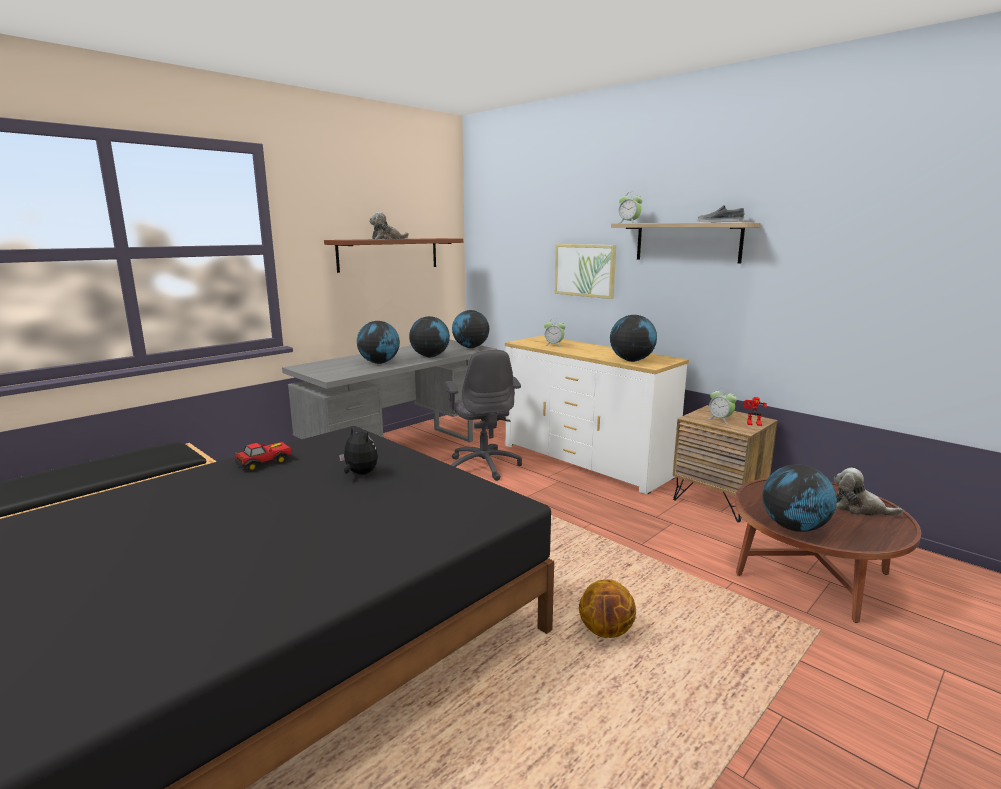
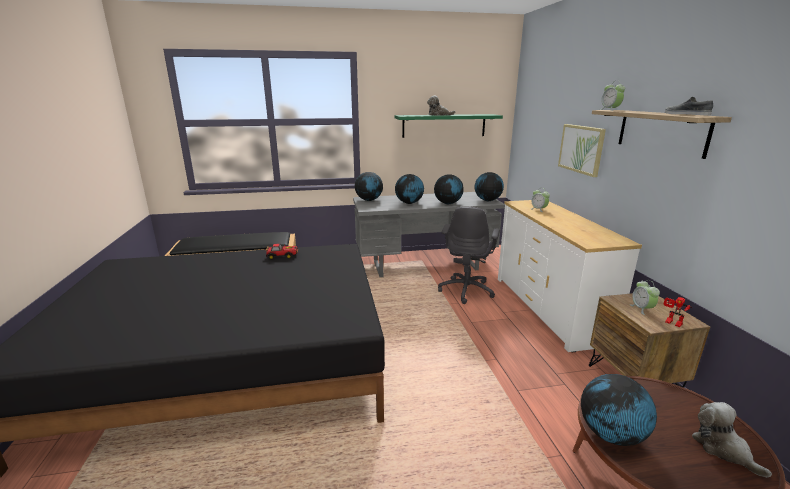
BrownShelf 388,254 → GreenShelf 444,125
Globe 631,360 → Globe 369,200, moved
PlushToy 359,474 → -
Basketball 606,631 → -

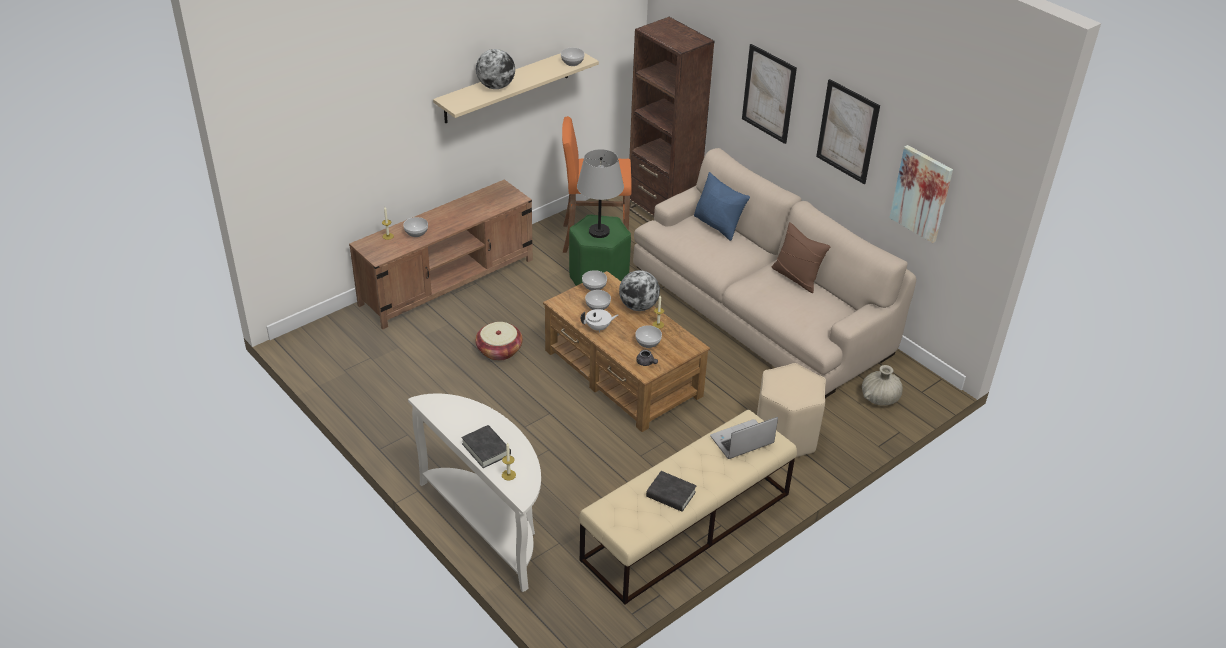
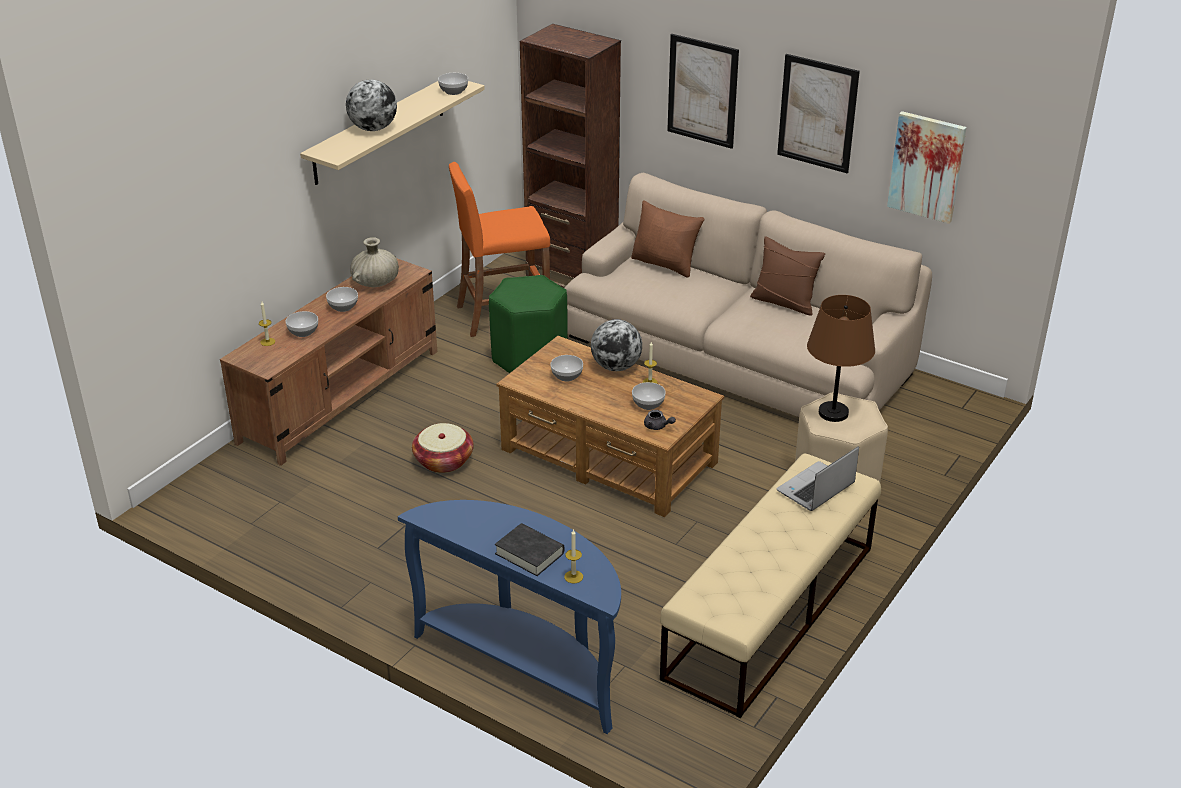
GreyTableLamp 599,232 → -
BluePillow 718,225 → BrownPillow 665,264
Bowl 594,287 → Bowl 342,307, moved
WhiteTeapot 598,328 → -
BeigeVase 880,398 → BeigeVase 376,283, moved
WhiteConsoleTable 489,524 → BlueConsoleTable 526,664
BlackBook 671,494 → -
- → BrownTableLamp 833,413

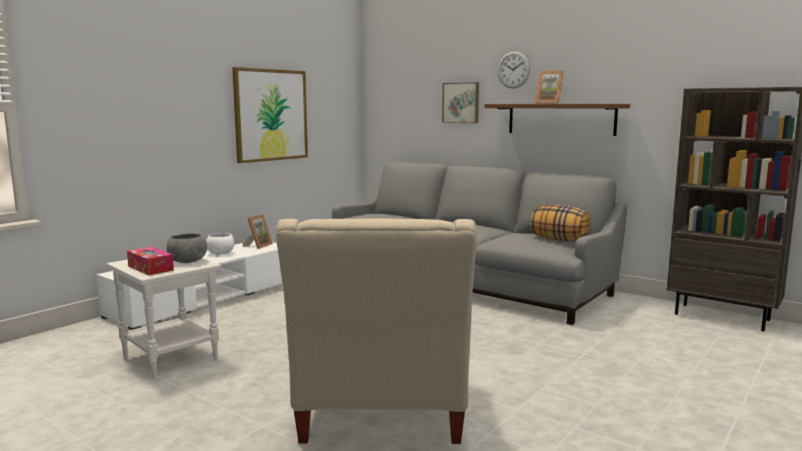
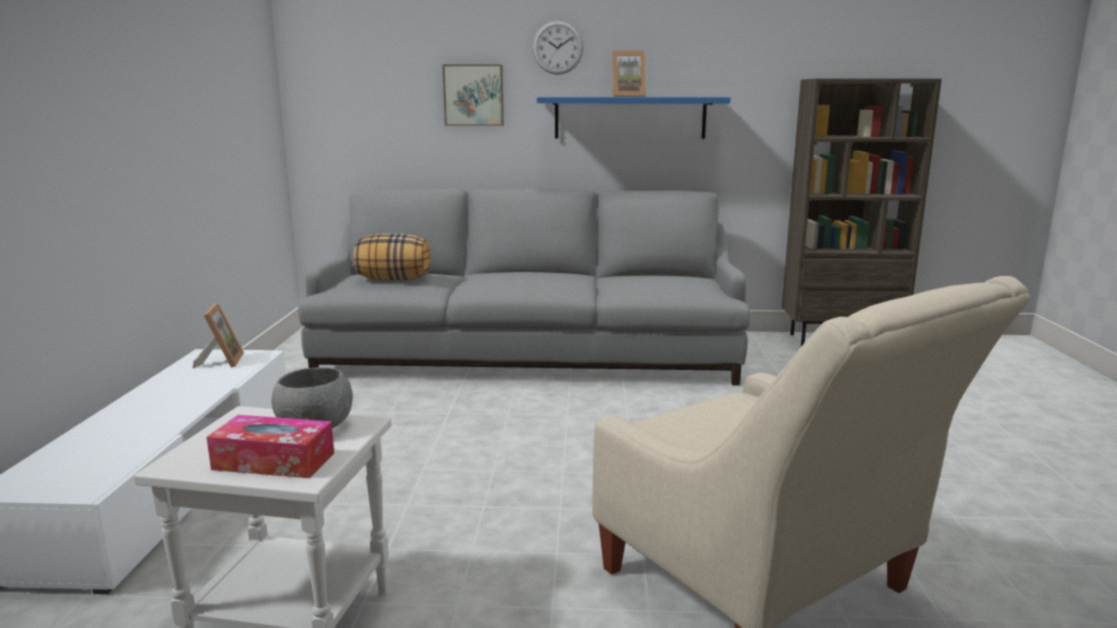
Picture 271,115 → -
BrownShelf 560,119 → BlueShelf 630,117
Pillow 559,240 → Pillow 394,279, moved
WhiteBowl 220,253 → -

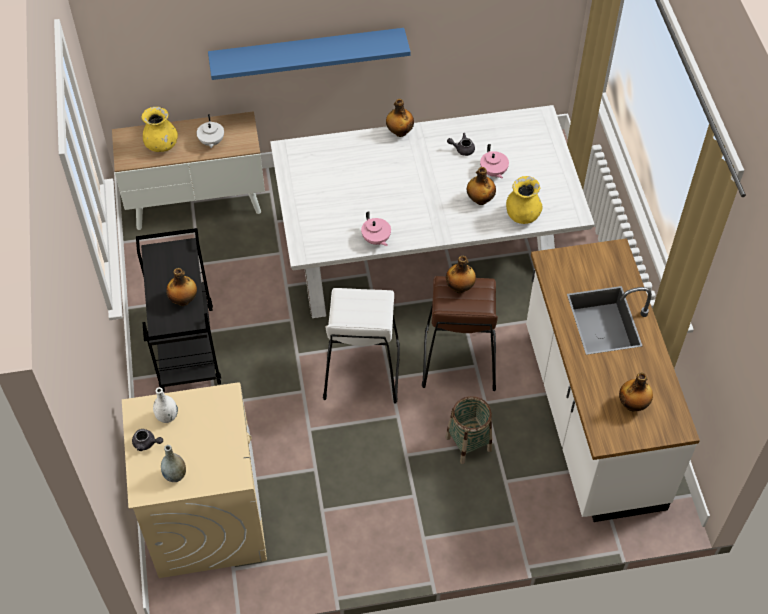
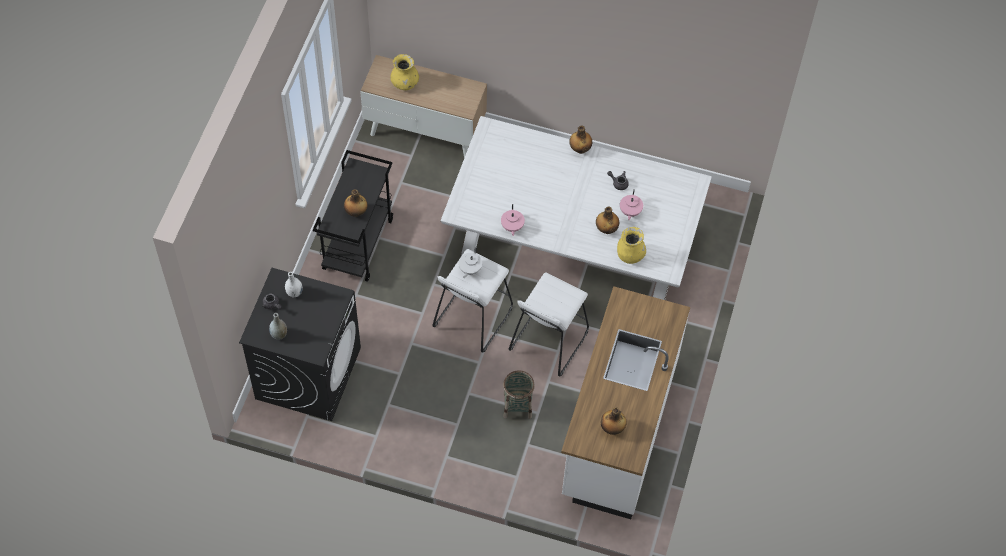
BlueShelf 307,52 → -
WhiteTeapot 211,142 → WhiteTeapot 469,269, moved
Bottle 460,287 → -
BrownStool 458,358 → WhiteStool 548,340
BeigeWashingMachine 207,517 → BlackWashingMachine 308,372

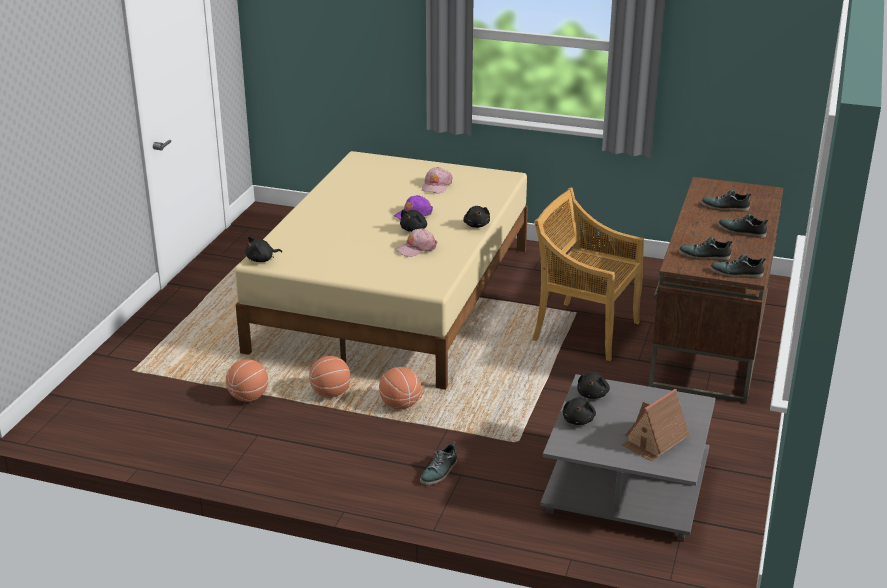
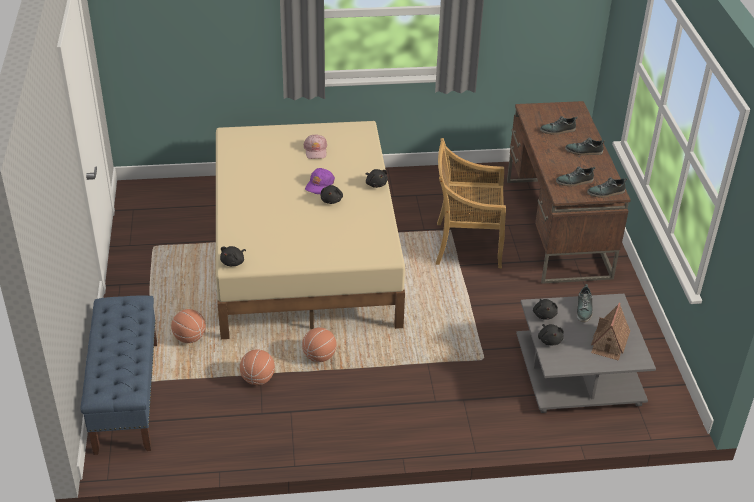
PinkCap 416,248 → -
Basketball 400,405 → Basketball 189,338, moved
Shoe 439,472 → Shoe 584,309, moved
- → BlueBench 126,396

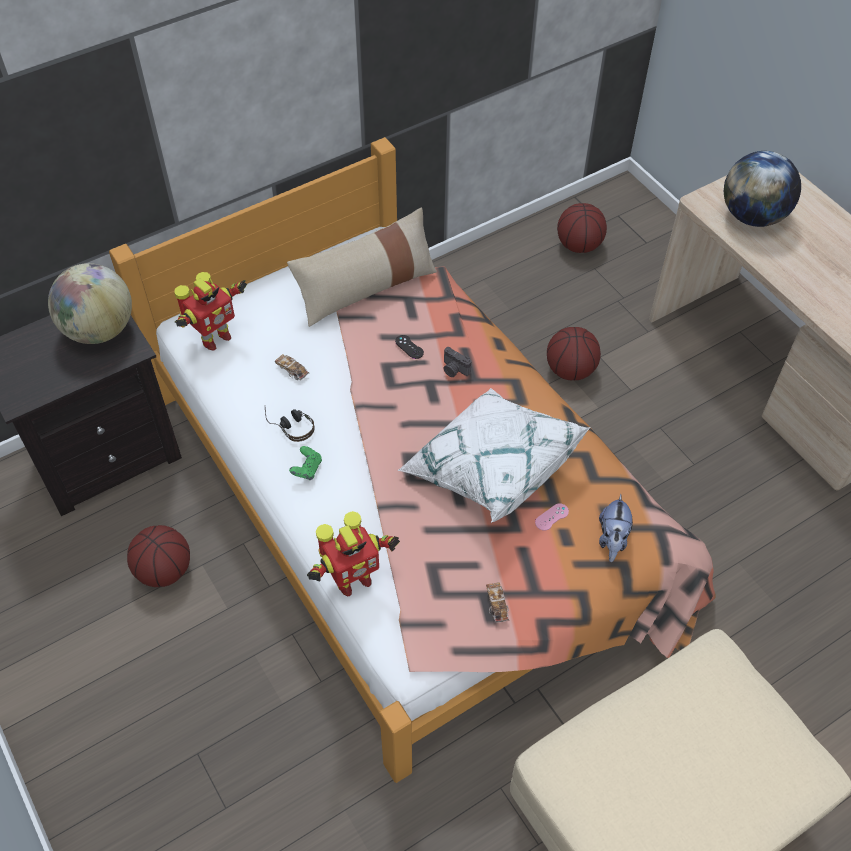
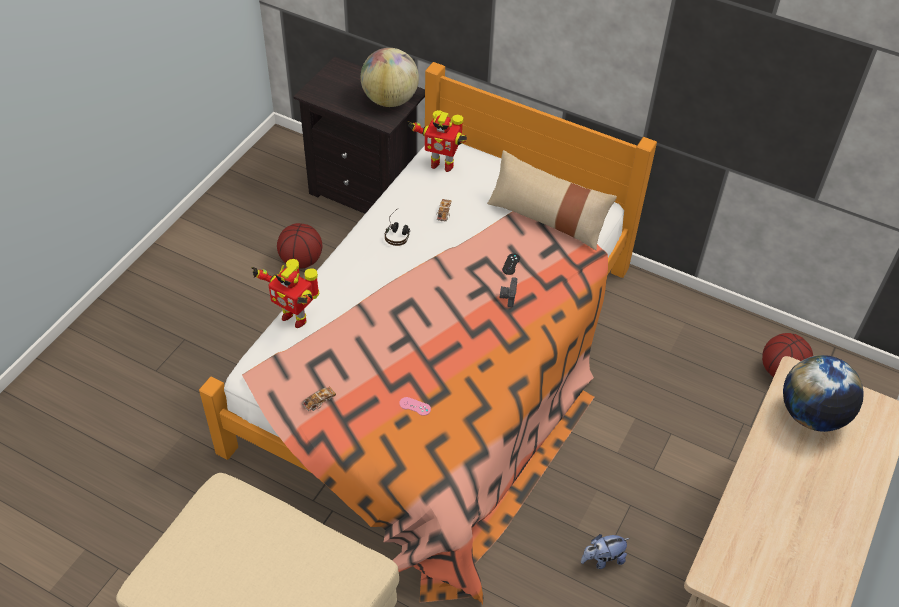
Basketball 570,370 → -
WhitePillow 490,468 → -
GreenGameController 307,469 → -
PlushToy 612,539 → PlushToy 602,559, moved

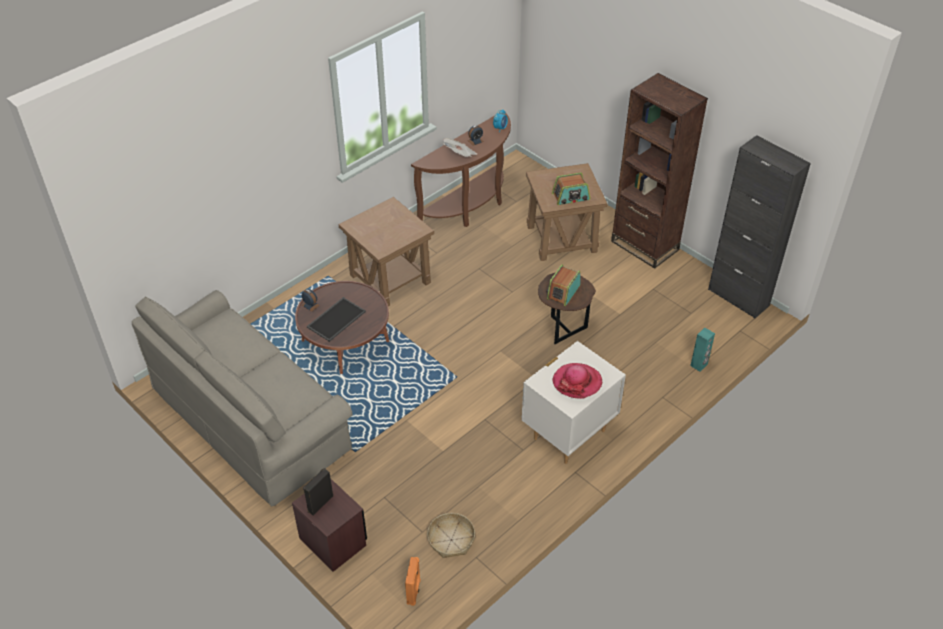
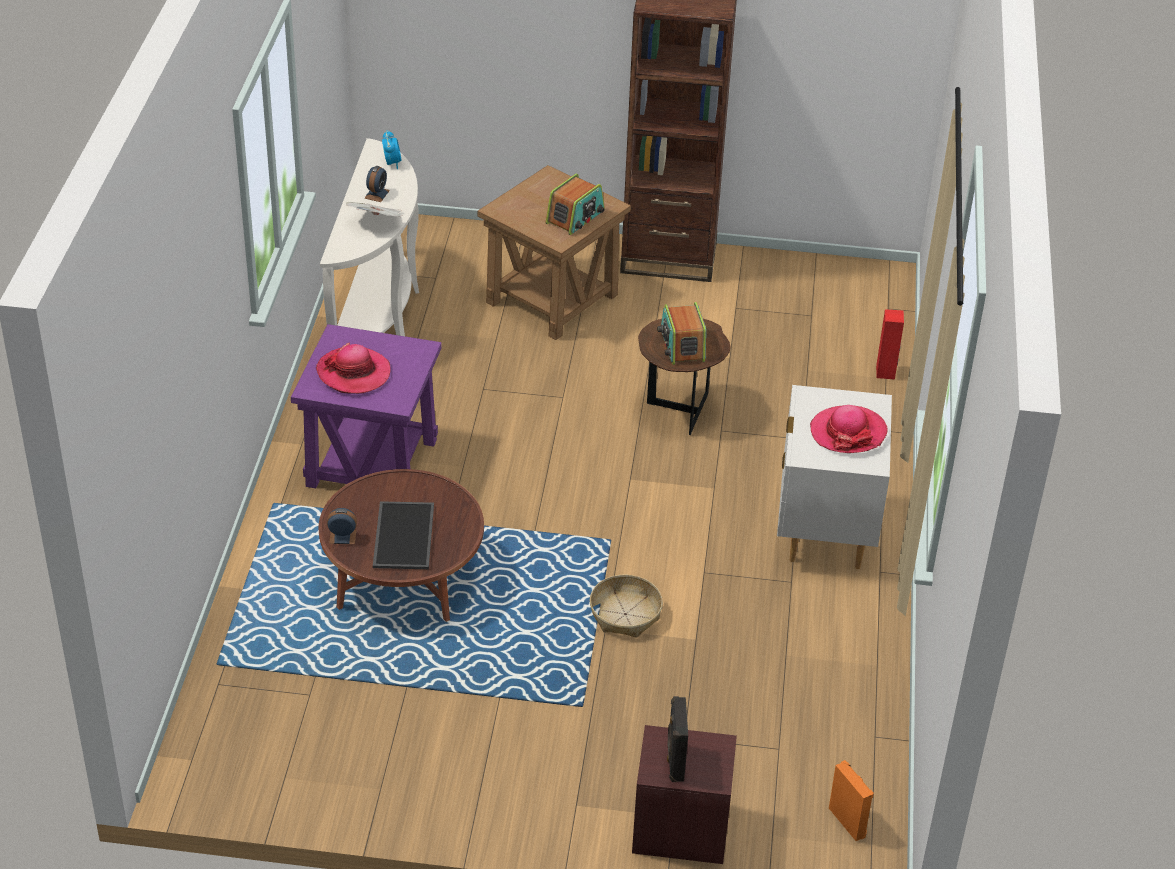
BrownConsoleTable 470,207 → WhiteConsoleTable 378,314
BlackCabinet 738,297 → -
BrownSideTable 389,279 → PurpleSideTable 370,463
GreySofa 251,417 → -
TurquoiseSpeaker 699,365 → RedSpeaker 885,372
Basket 451,540 → Basket 625,614, moved
- → Hat 354,373

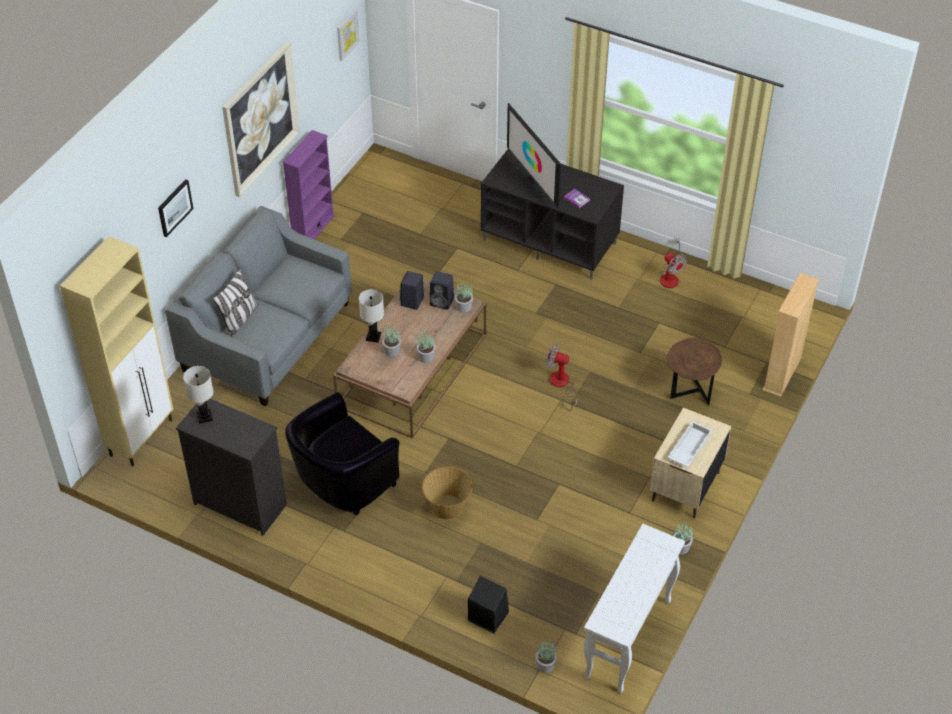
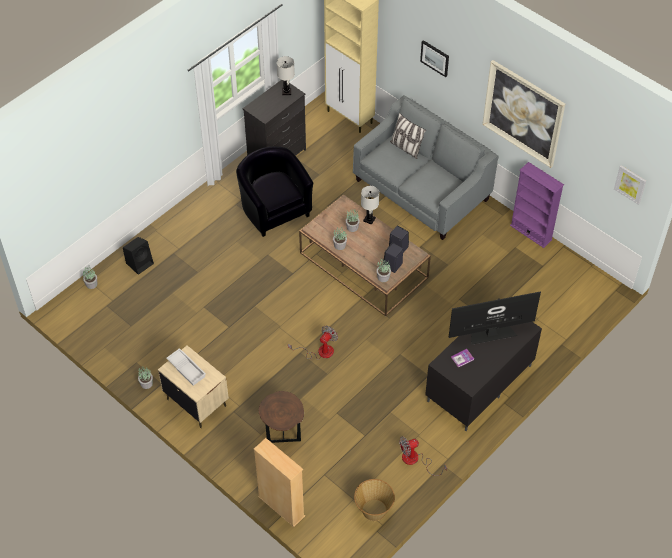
Basket 447,508 → Basket 373,510, moved
WhiteConsoleTable 628,639 → -

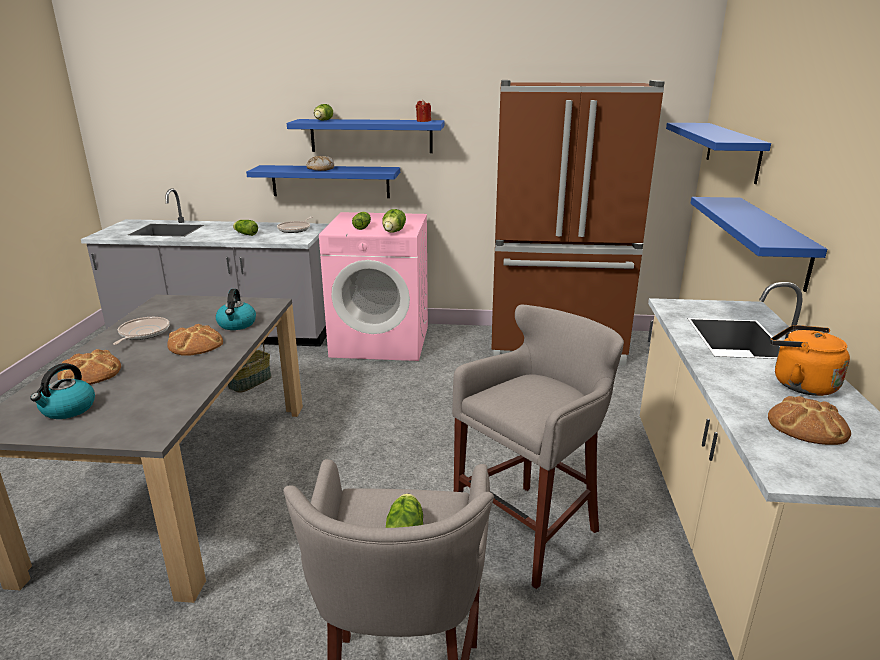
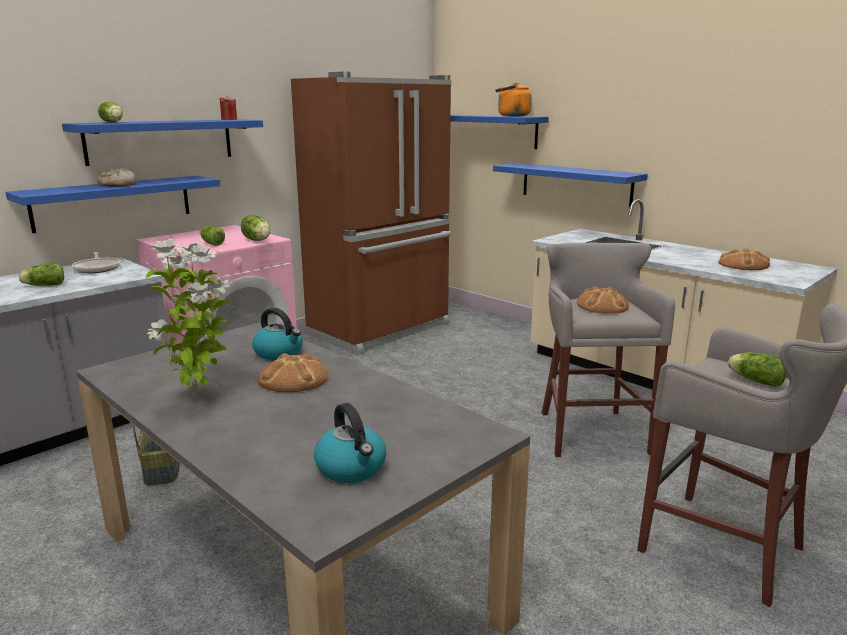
FryingPan 142,333 → PottedPlant 198,397
OrangeKettle 799,384 → OrangeKettle 511,116, moved
Bread 90,373 → Bread 602,306, moved

